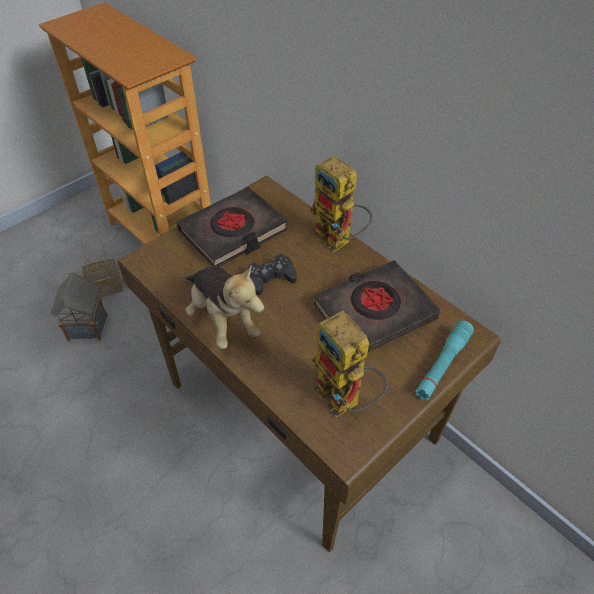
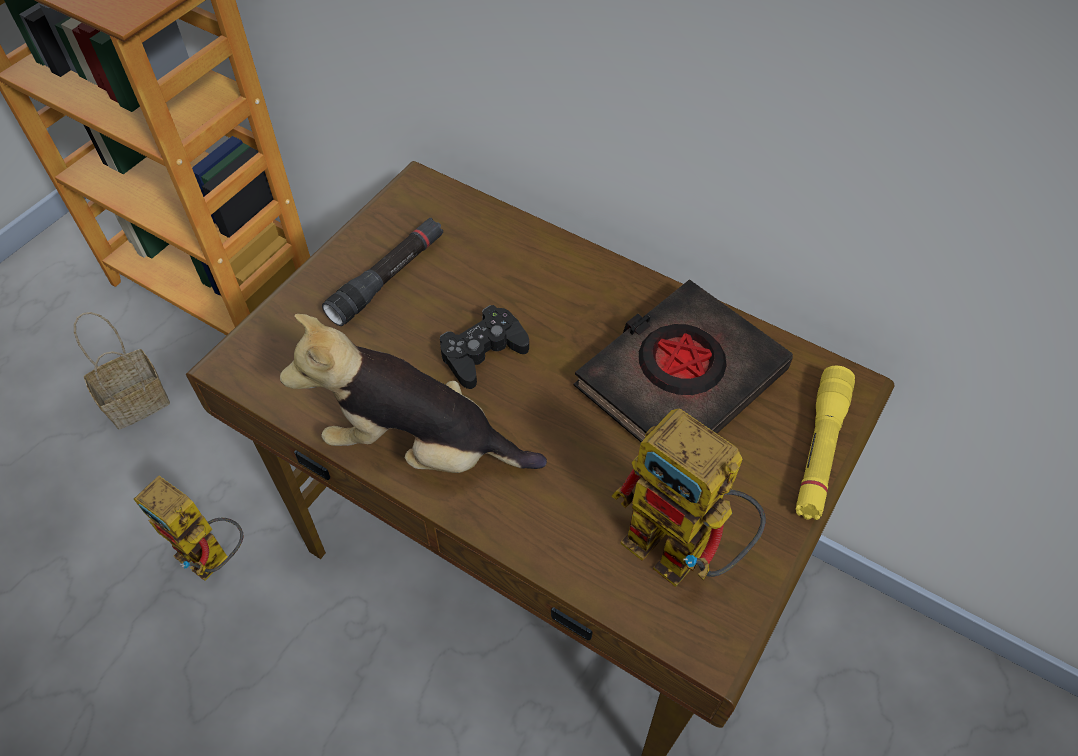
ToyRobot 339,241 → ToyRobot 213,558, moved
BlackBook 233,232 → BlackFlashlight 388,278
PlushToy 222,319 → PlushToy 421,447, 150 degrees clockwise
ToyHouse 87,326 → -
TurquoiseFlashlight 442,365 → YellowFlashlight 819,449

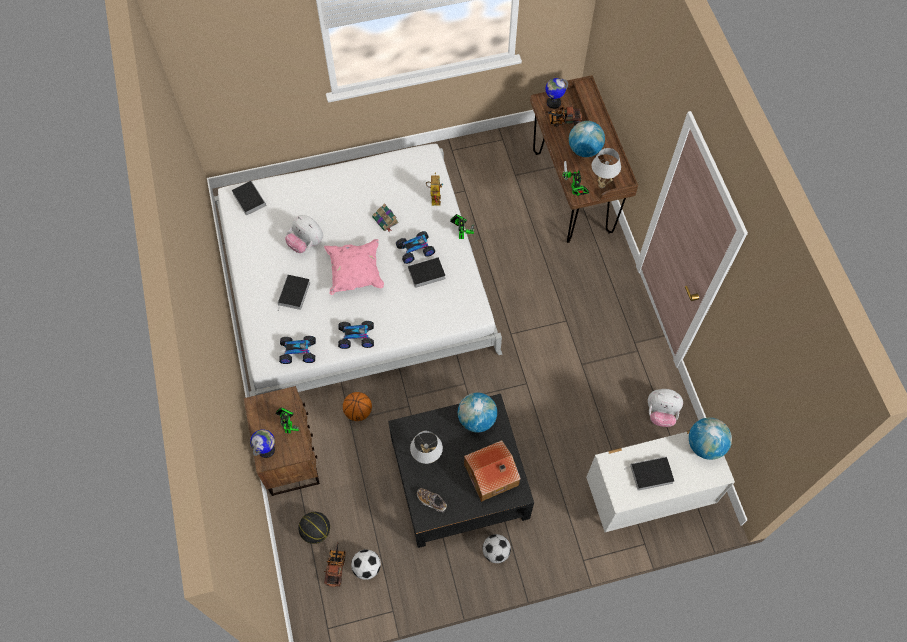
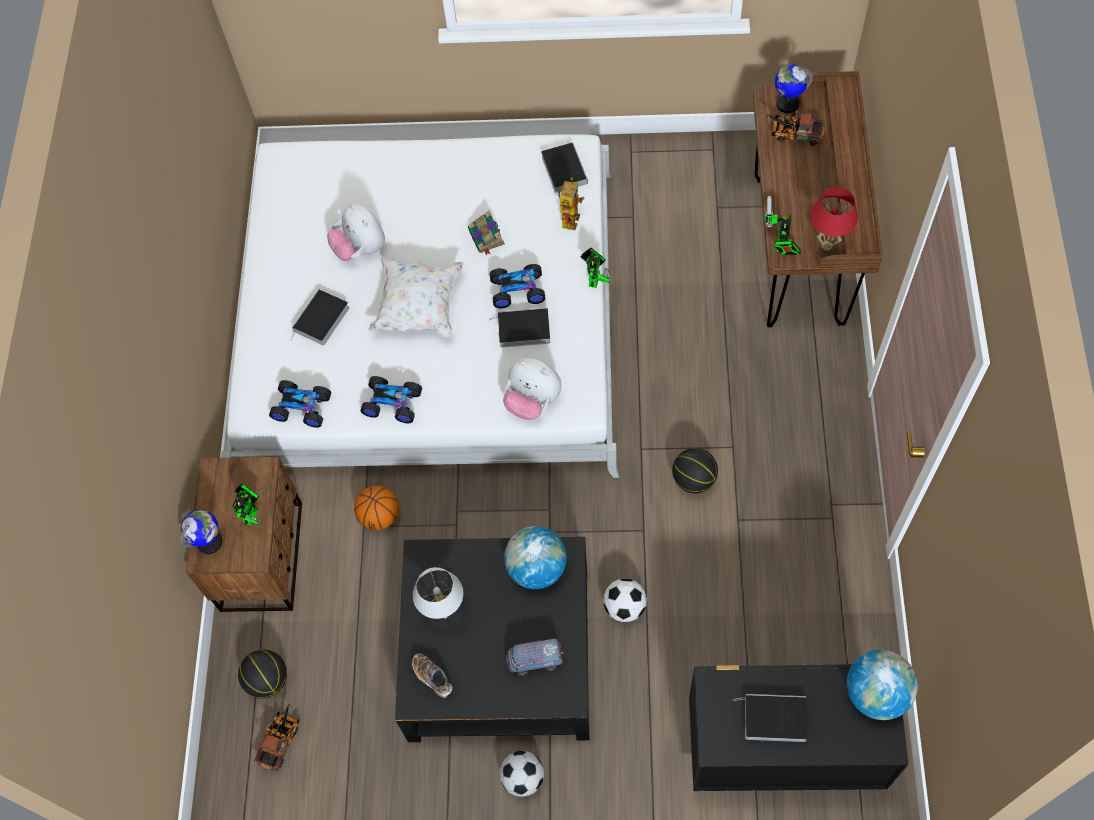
Globe 584,149 → -
WhiteTableLamp 601,185 → RedTableLamp 826,246
Book 248,198 → Book 563,168, moved
PinkPillow 355,273 → WhitePillow 418,307
PlushToy 661,413 → PlushToy 532,401, moved
WhiteDresser 645,496 → BlackDresser 780,750
ToyHouse 492,475 → ToyTruck 535,660
Football 367,567 → Football 624,607, moved
- → Basketball 693,480

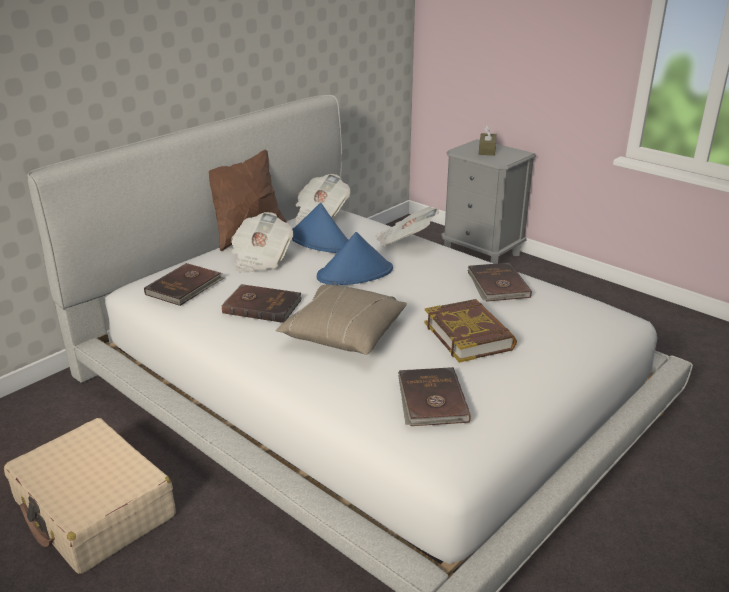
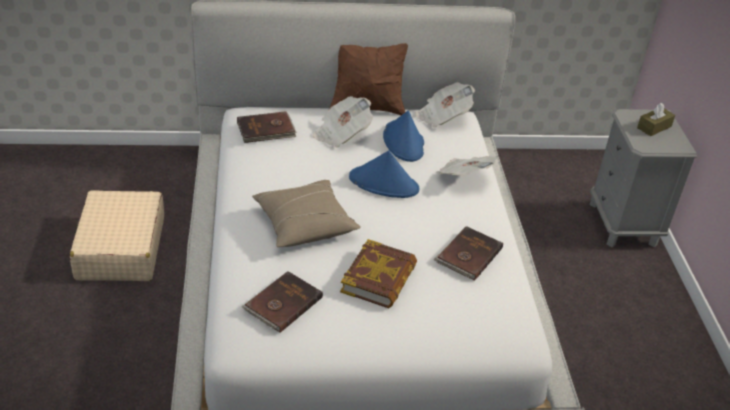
BrownBook 262,306 → -

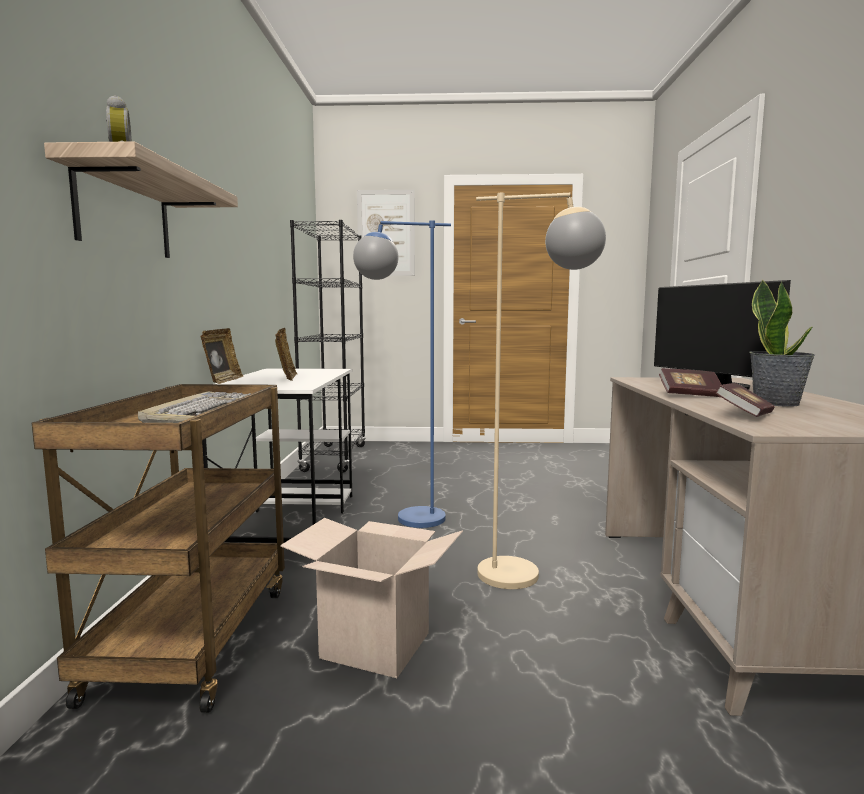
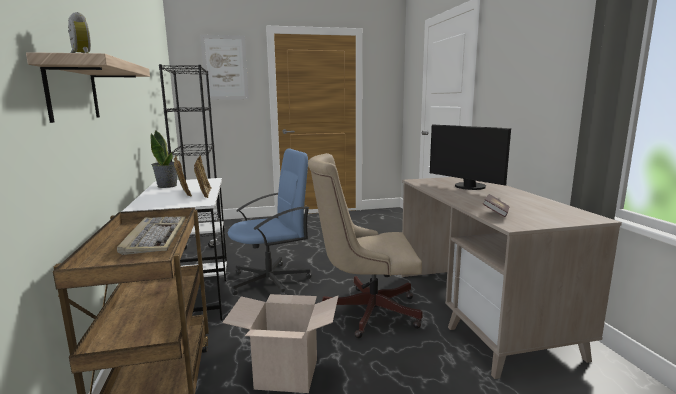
BeigeFloorLamp 530,576 → BeigeOfficeChair 365,311
BlueFloorLamp 404,520 → BlueOfficeChair 271,281
PottedPlant 776,403 → PottedPlant 167,186, moved
PictureFrame 223,381 → PictureFrame 204,194, moved
Book 690,395 → -

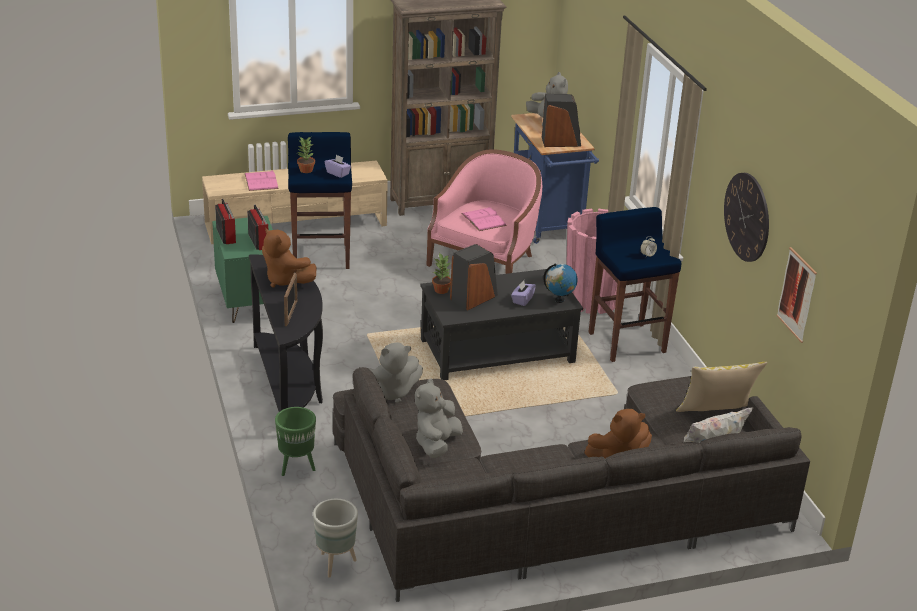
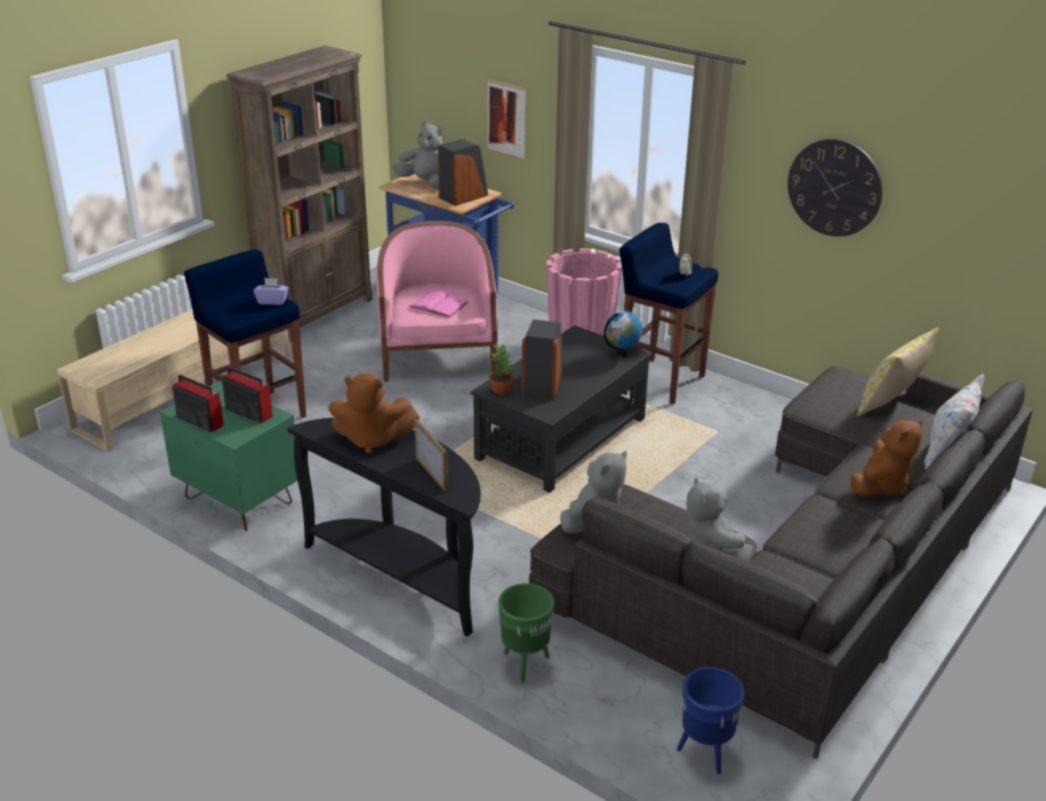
PottedPlant 305,170 → -
PinkBook 261,181 → -
Picture 796,294 → Picture 506,119, moved
PurpleTissueBox 522,300 → -
GreyPlanter 335,563 → BluePlanter 704,753

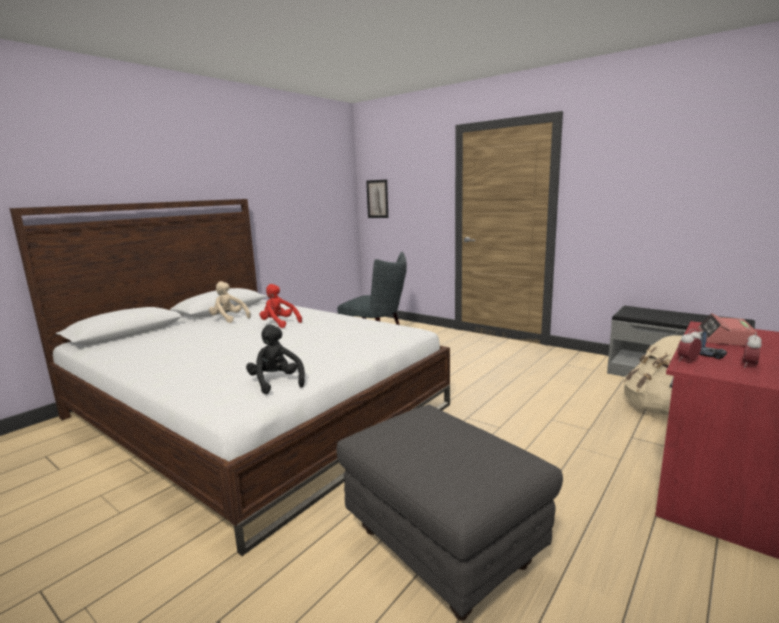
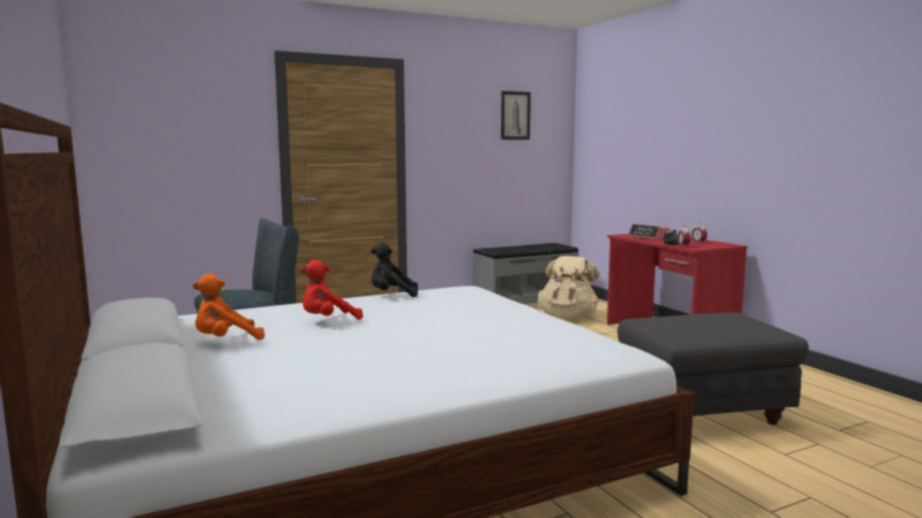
Picture 377,199 → Picture 515,115, moved
BeigePlushToy 229,319 → OrangePlushToy 226,341
BlackPlushToy 276,383 → BlackPlushToy 392,295, moved

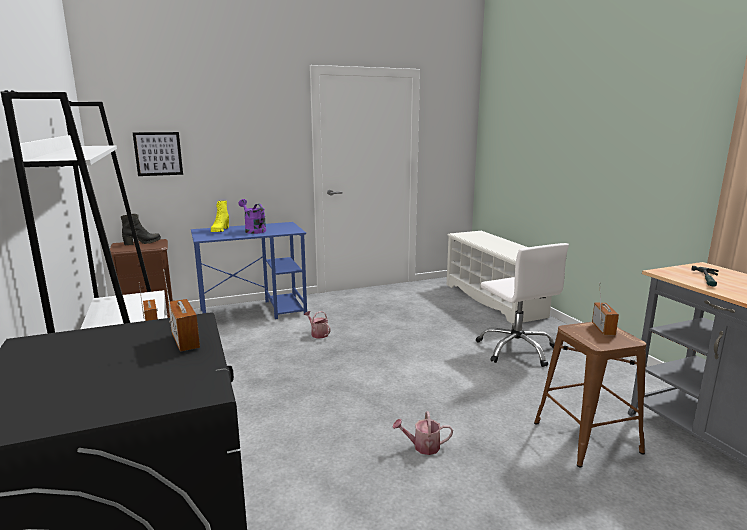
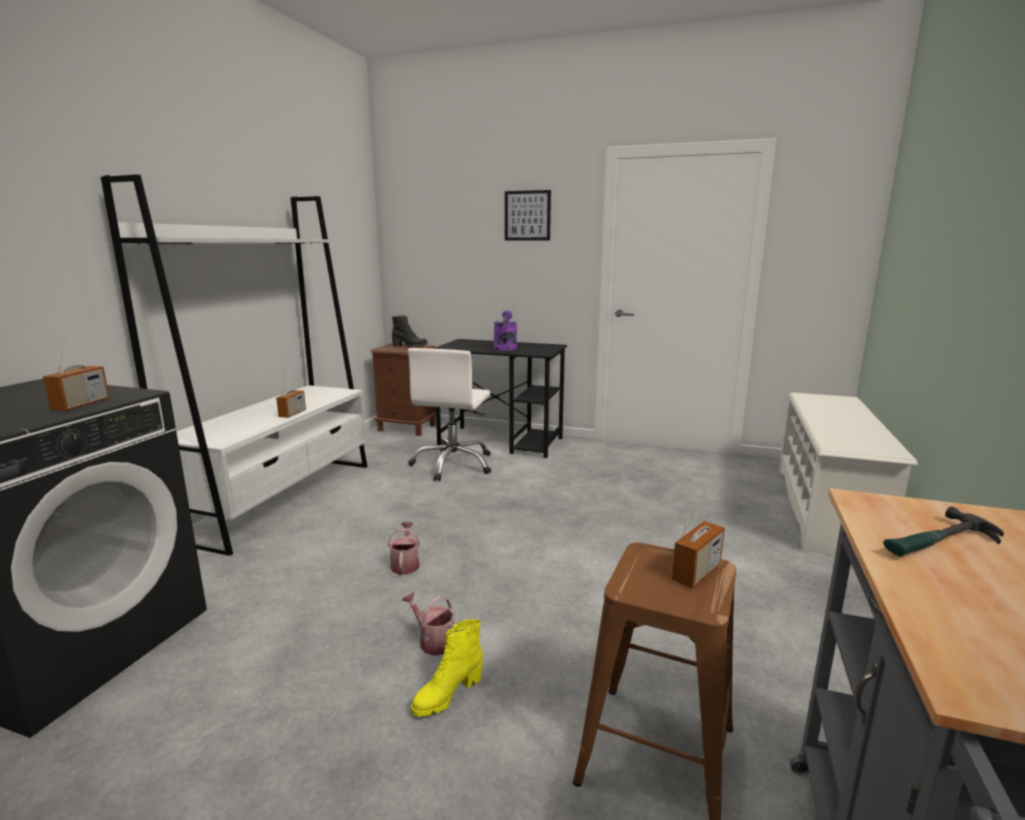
Picture 158,154 → Picture 527,215, moved
YellowBoot 220,230 → YellowBoot 447,695, moved
BlueDesk 254,312 → BlackDesk 502,442
WhiteOfficeChair 516,349 → WhiteOfficeChair 453,464, moved
WateringCan 318,334 → WateringCan 405,564, moved

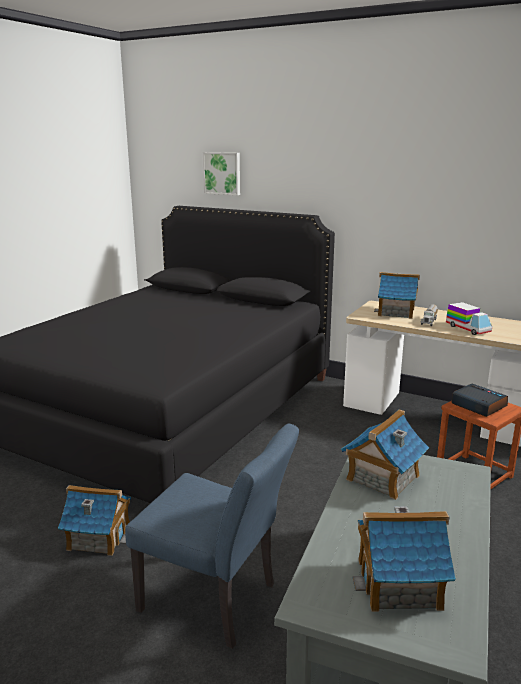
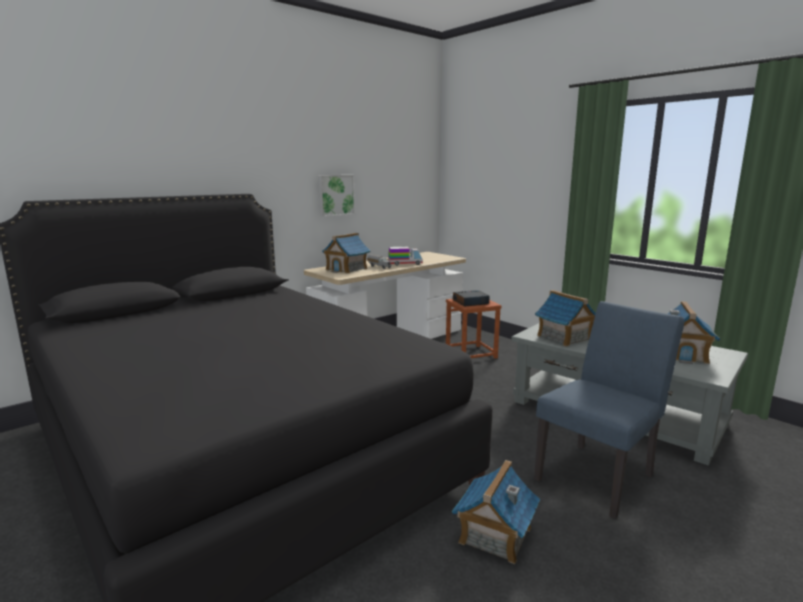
Picture 222,173 → Picture 335,195, moved

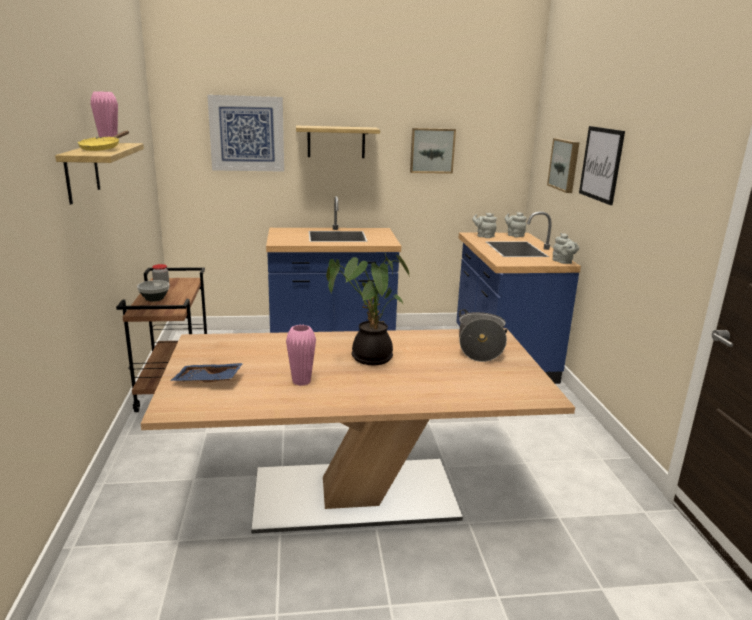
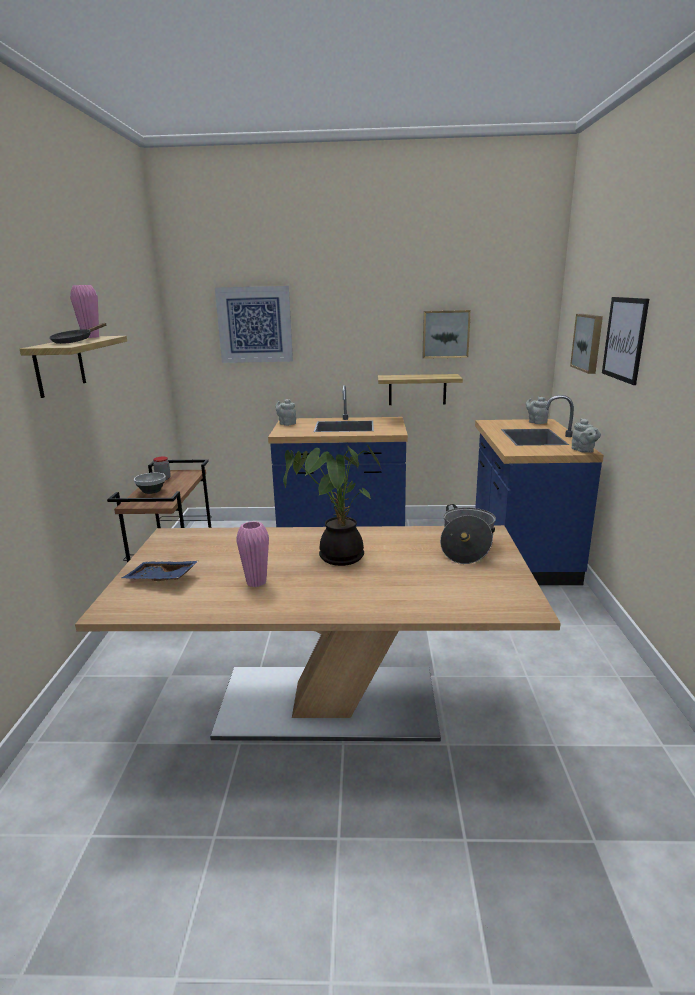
Shelf 336,142 → Shelf 417,389, moved
YellowFryingPan 102,149 → BlackFryingPan 75,341
GreyTeapot 484,236 → GreyTeapot 286,423, moved

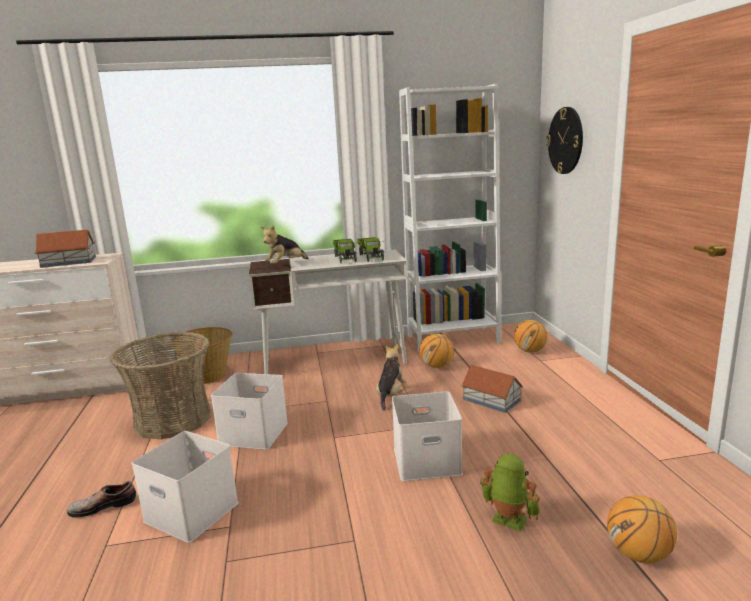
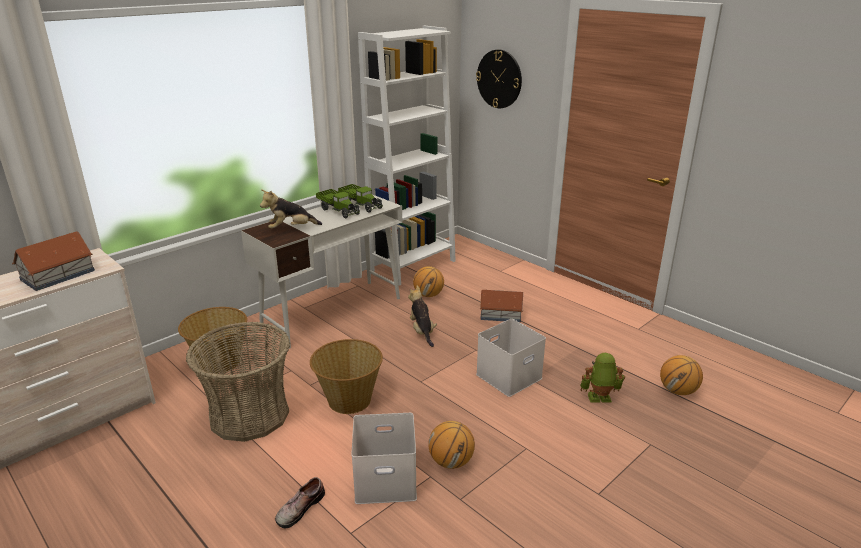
PlushToy 285,265 → PlushToy 291,229, 60 degrees clockwise
Basketball 530,351 → Basketball 451,462, moved
WhiteStorageBox 255,433 → Basket 349,400

